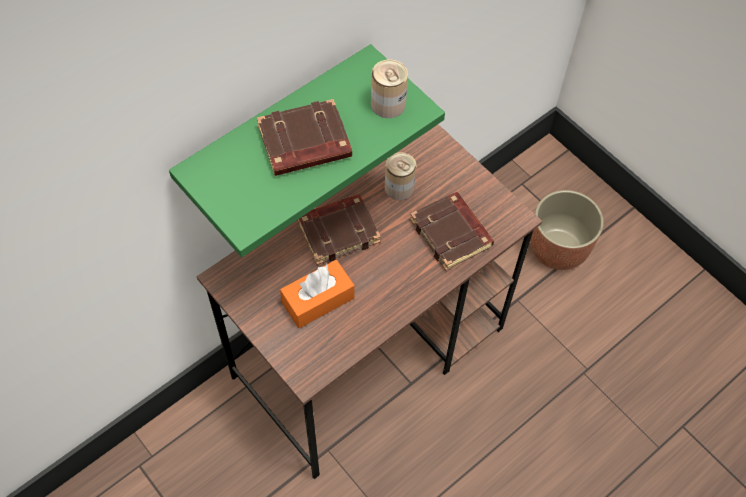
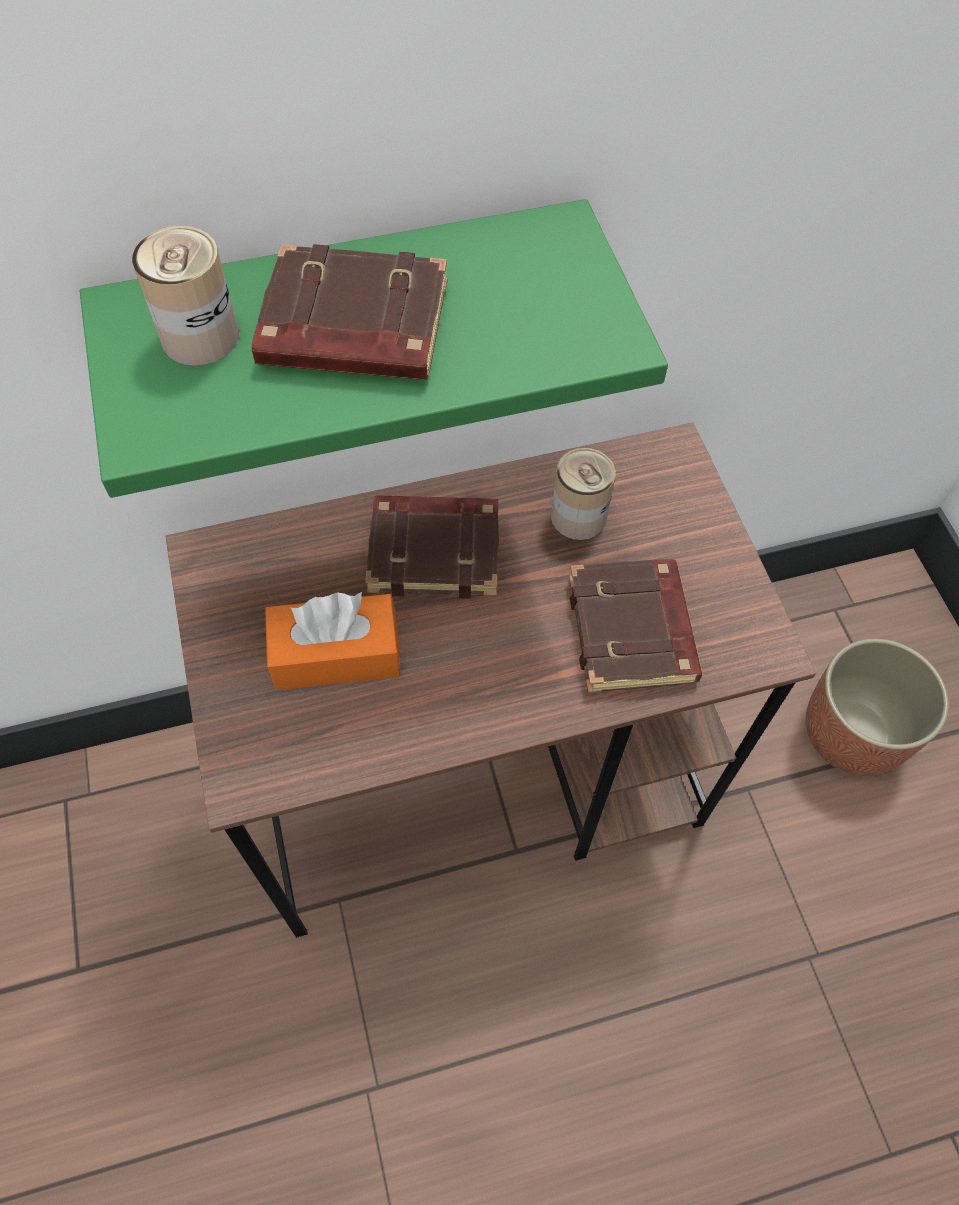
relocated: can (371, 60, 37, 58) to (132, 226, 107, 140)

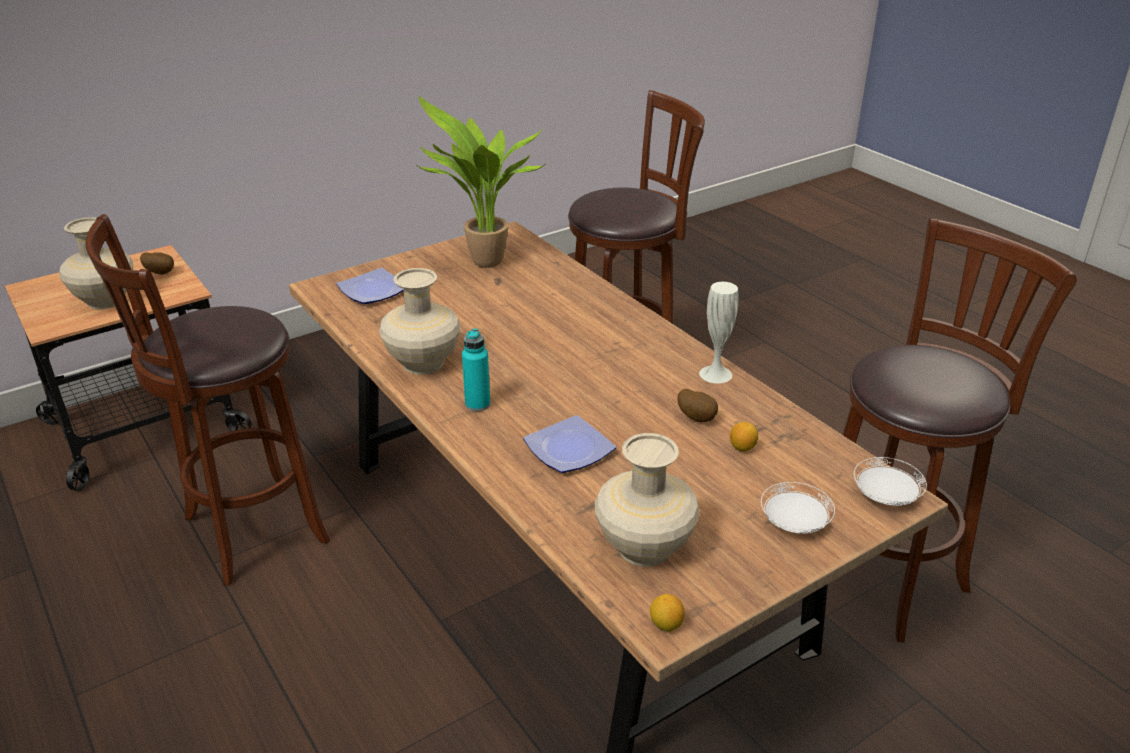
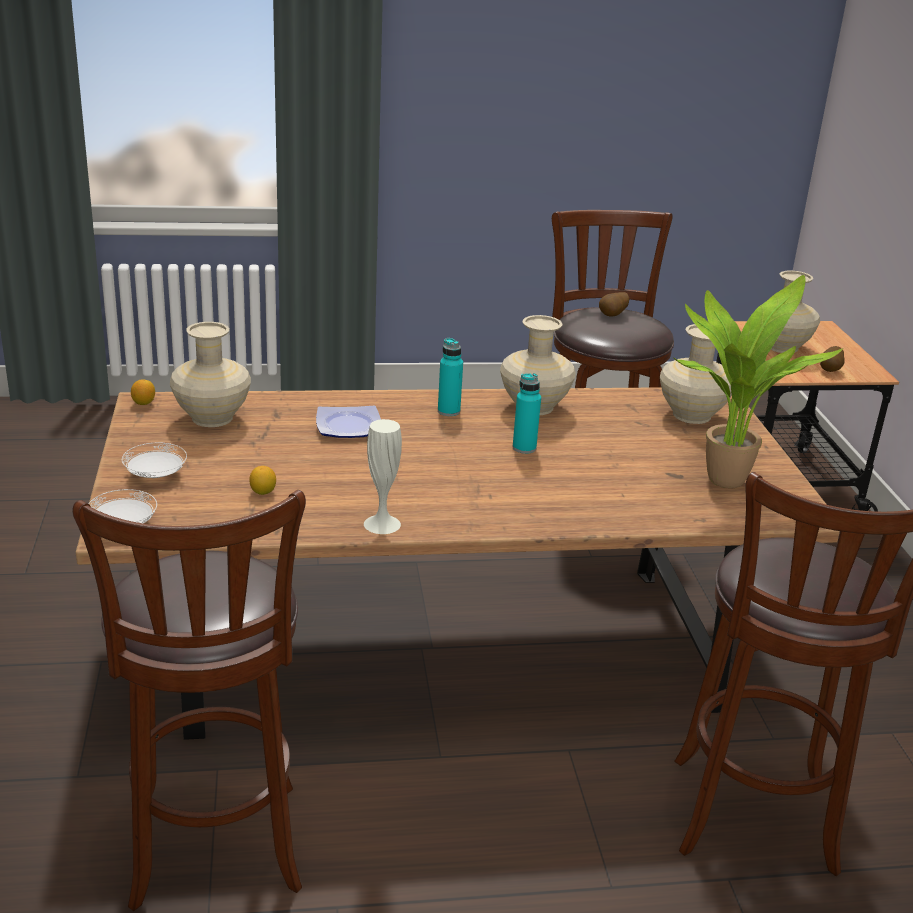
appeared: turquoise bottle (513, 373, 28, 81)
relocated: potato (677, 389, 41, 33) to (599, 292, 30, 25)
exchanged: plate (336, 268, 67, 36) to beige vase (660, 324, 72, 100)

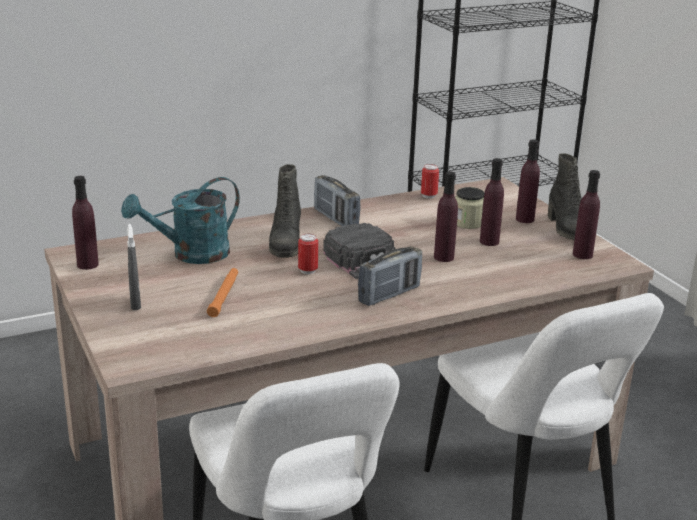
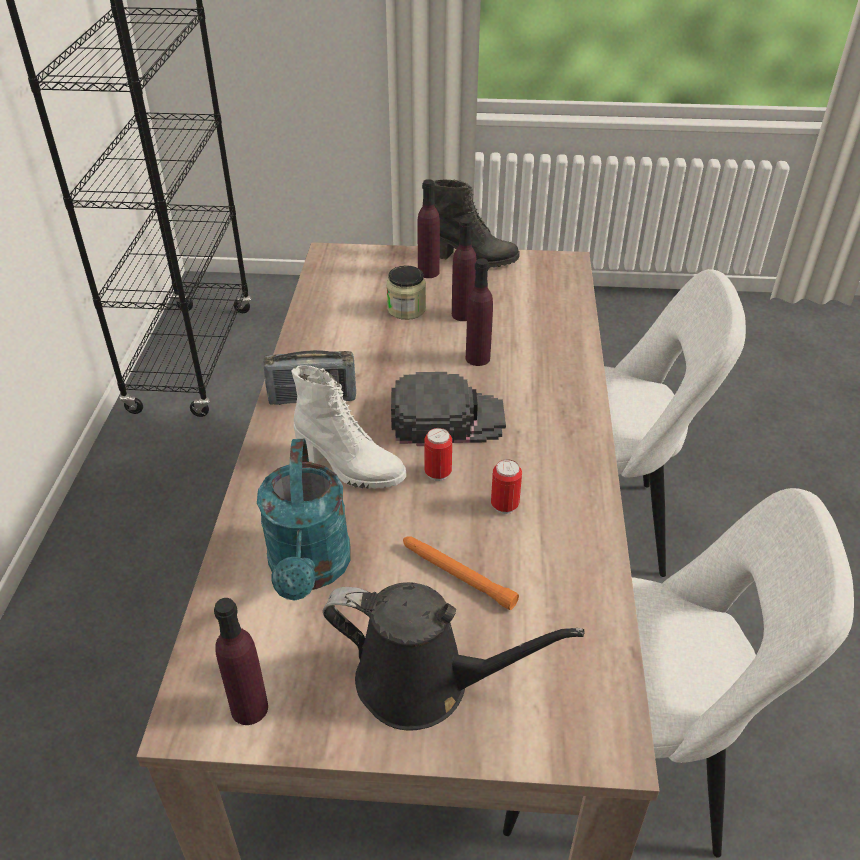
missing: radio (358, 246, 64, 60); purple bottle (573, 170, 27, 89)
relocated: can (421, 164, 18, 35) to (491, 459, 31, 55)
exchanged: grey spray bottle (127, 224, 14, 86) to black watering can (323, 582, 261, 149)
colour: black boot (269, 164, 32, 94) to white boot (292, 365, 115, 124)

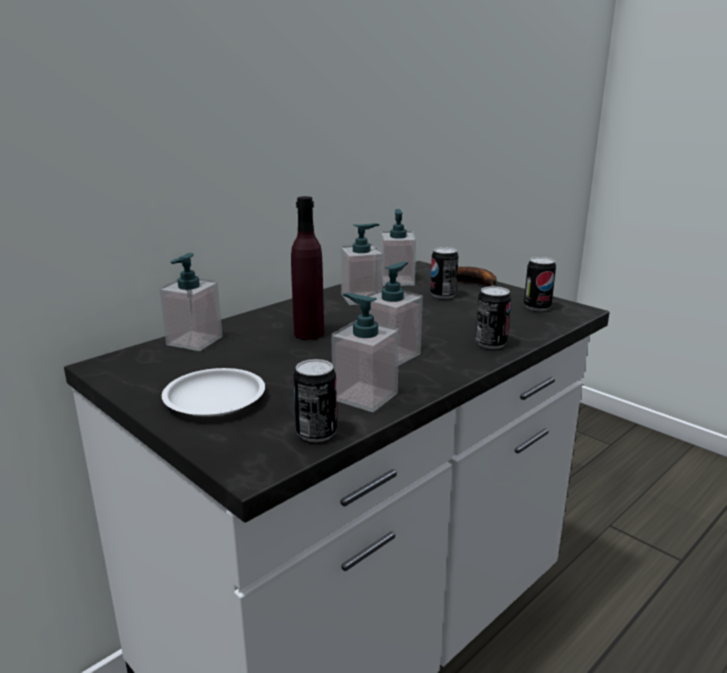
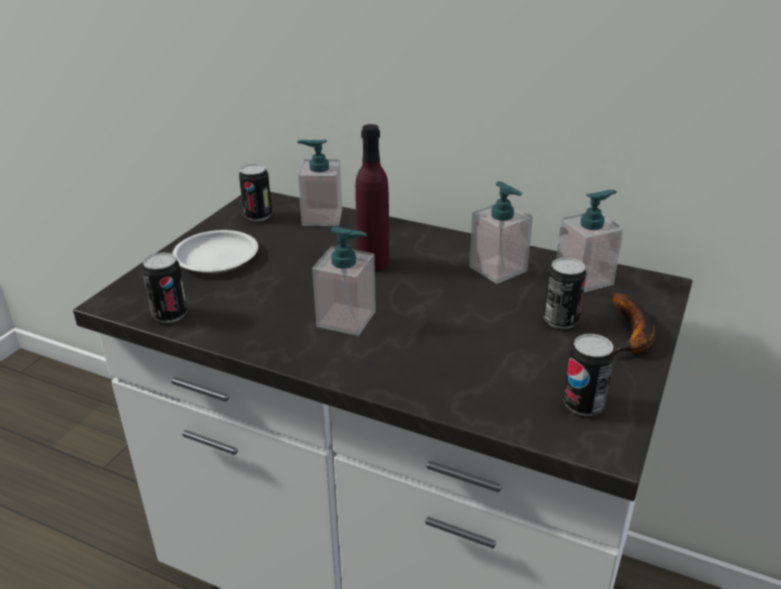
missing: soap dispenser (331, 293, 68, 119)
relocated: can (476, 286, 35, 63) to (239, 164, 33, 57)

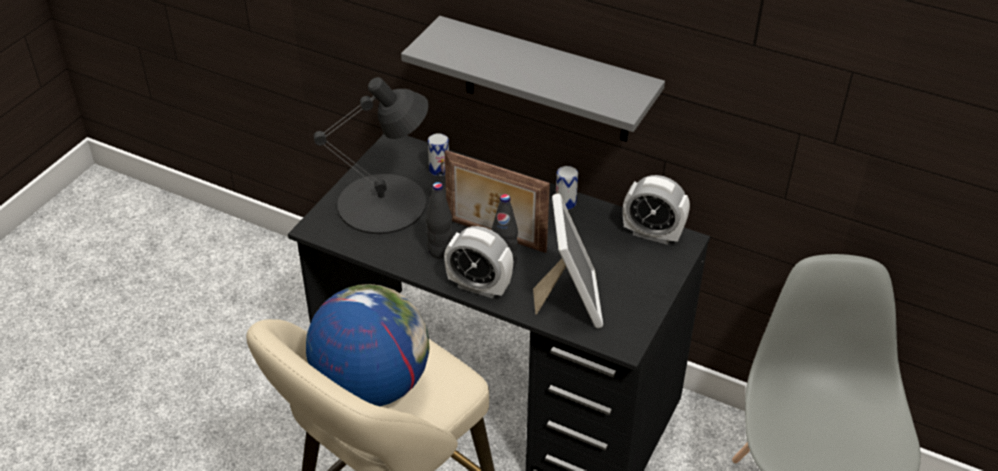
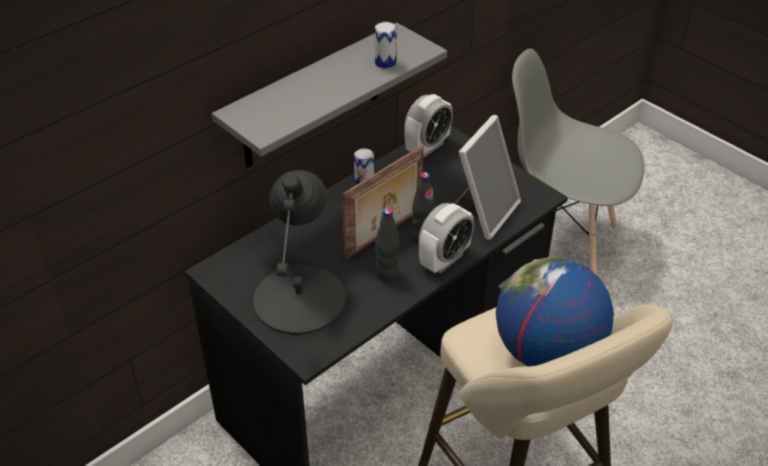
relocated: can (428, 133, 21, 43) to (375, 22, 22, 47)
spun: picture frame (533, 193, 70, 135) = (454, 115, 67, 125) 105 degrees clockwise

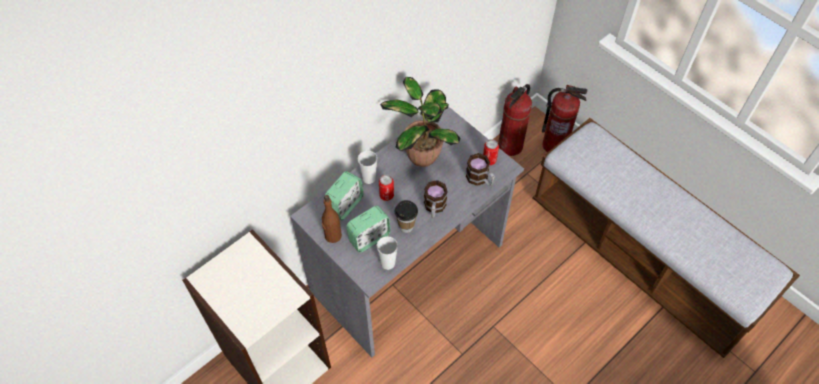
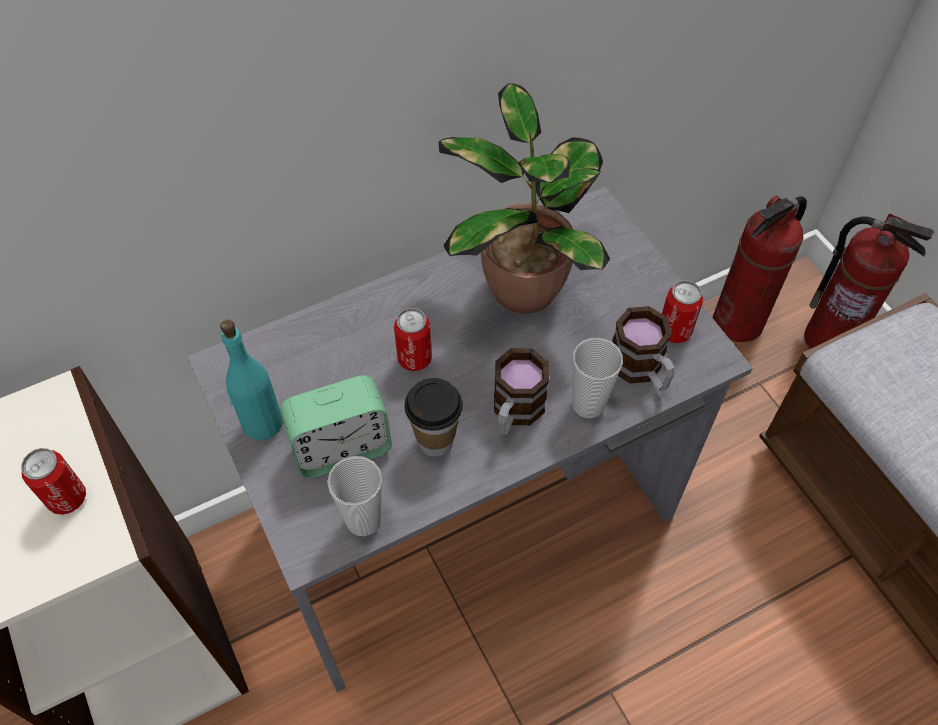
missing: alarm clock (325, 171, 38, 49)
appeared: can (21, 448, 65, 67)
relocated: cup (357, 150, 20, 34) to (572, 338, 51, 80)
colour: brown bottle (322, 195, 20, 48) to turquoise bottle (220, 320, 63, 120)

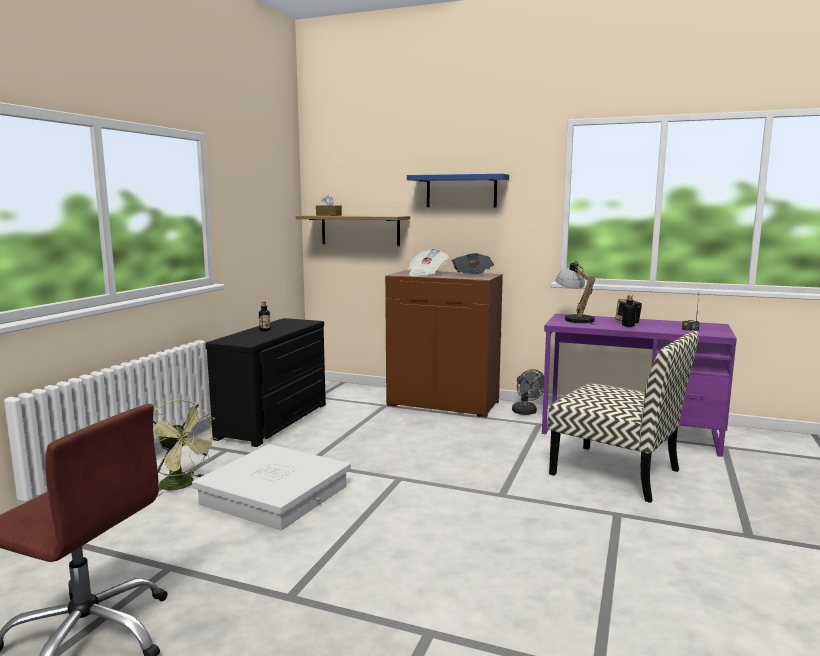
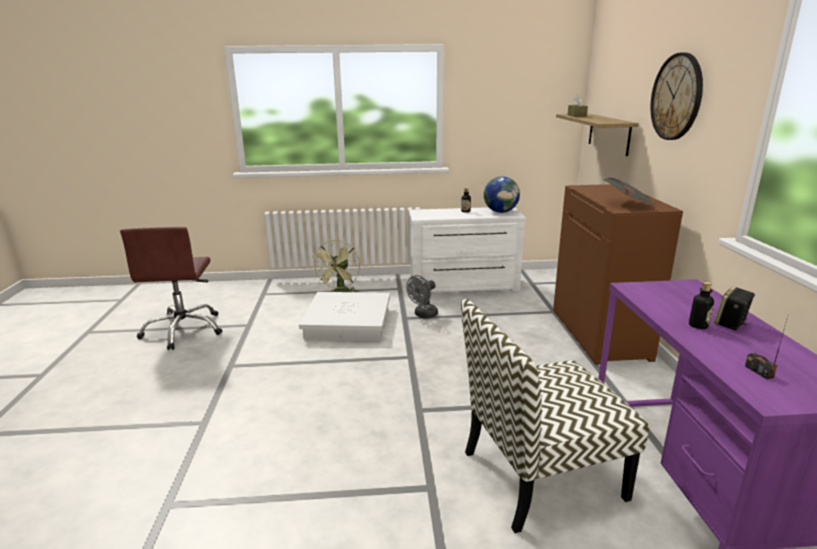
missing: newspaper (408, 249, 41, 27); table lamp (555, 261, 40, 64)
appeared: globe (484, 176, 36, 37)
relocated: grey fan (512, 369, 32, 46) to (406, 275, 32, 43)
exchanged: blue shelf (407, 174, 102, 34) to wall clock (651, 52, 52, 88)
colour: black dresser (205, 318, 121, 129) to white dresser (409, 207, 117, 88)
spun: chair (548, 331, 151, 172) = (461, 299, 188, 234) 60 degrees clockwise

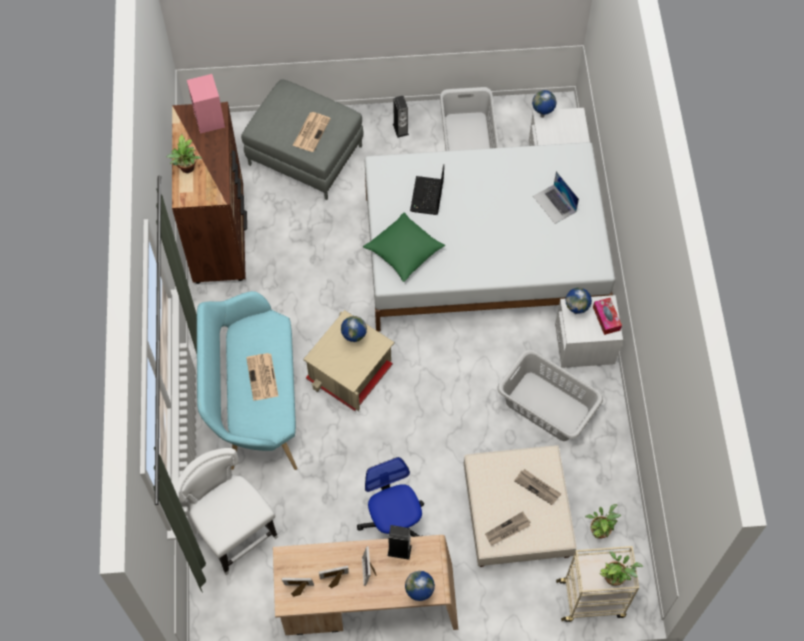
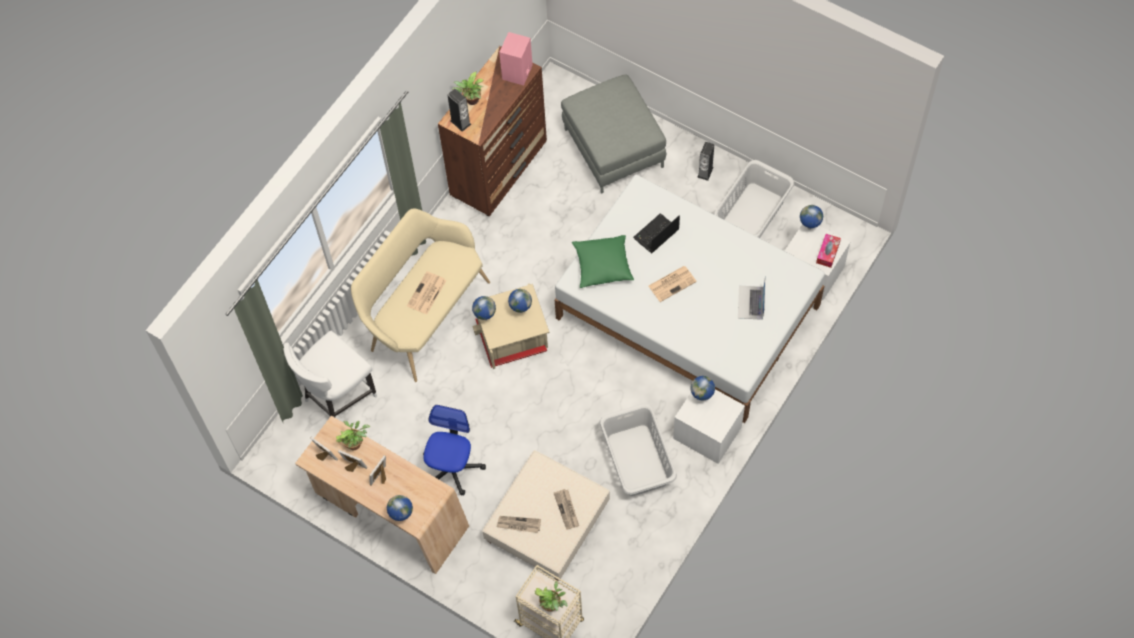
appeared: globe (472, 296, 24, 24)
relocated: potted plant (585, 504, 36, 35) to (336, 421, 34, 29); speaker (387, 525, 25, 35) to (447, 89, 24, 43); newspaper (293, 112, 38, 40) to (649, 266, 48, 36); tissue box (593, 298, 29, 37) to (816, 234, 25, 34)
colour: turquoise bench (197, 291, 100, 179) to beige bench (351, 208, 139, 174)
spun: white chair (178, 448, 100, 127) = (283, 331, 94, 86) 135 degrees counterclockwise

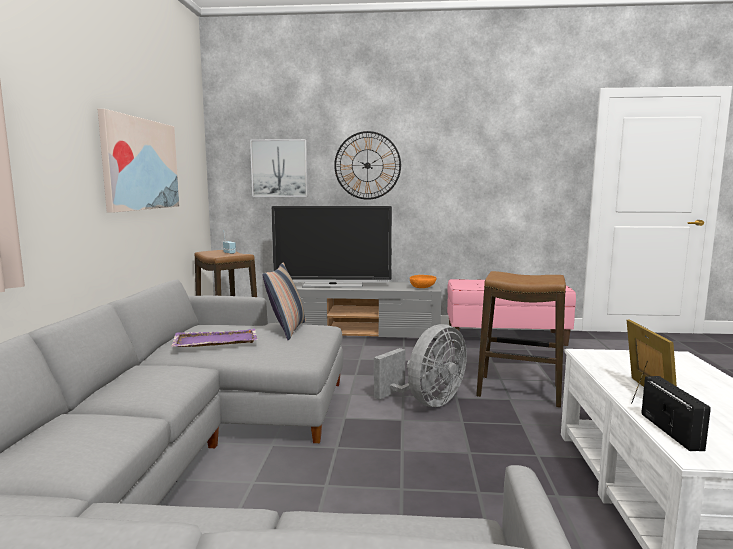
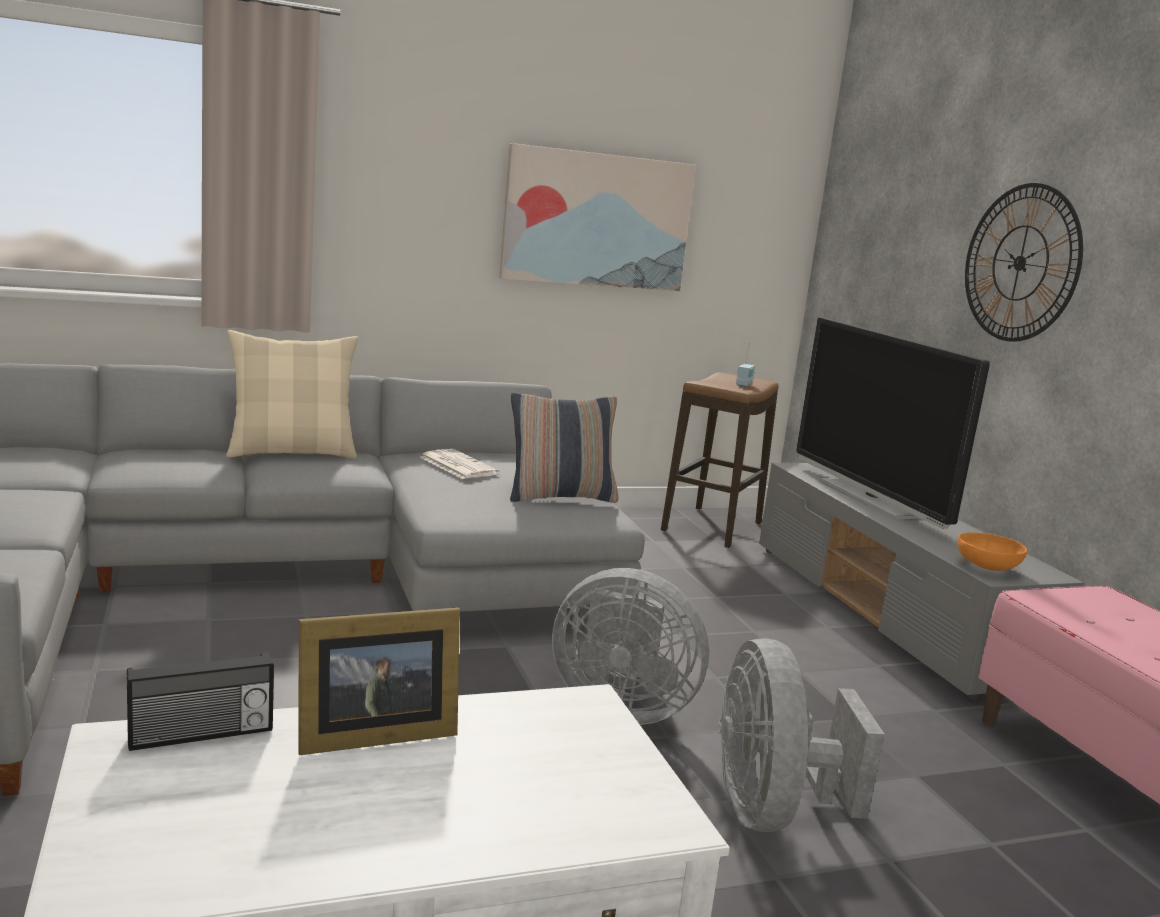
missing: picture (250, 139, 58, 58)
appeared: beige pillow (226, 330, 132, 129)
exchanged: purple tray (171, 329, 87, 18) to newspaper (420, 449, 79, 30); stool (476, 271, 90, 137) to grey fan (719, 638, 166, 194)

